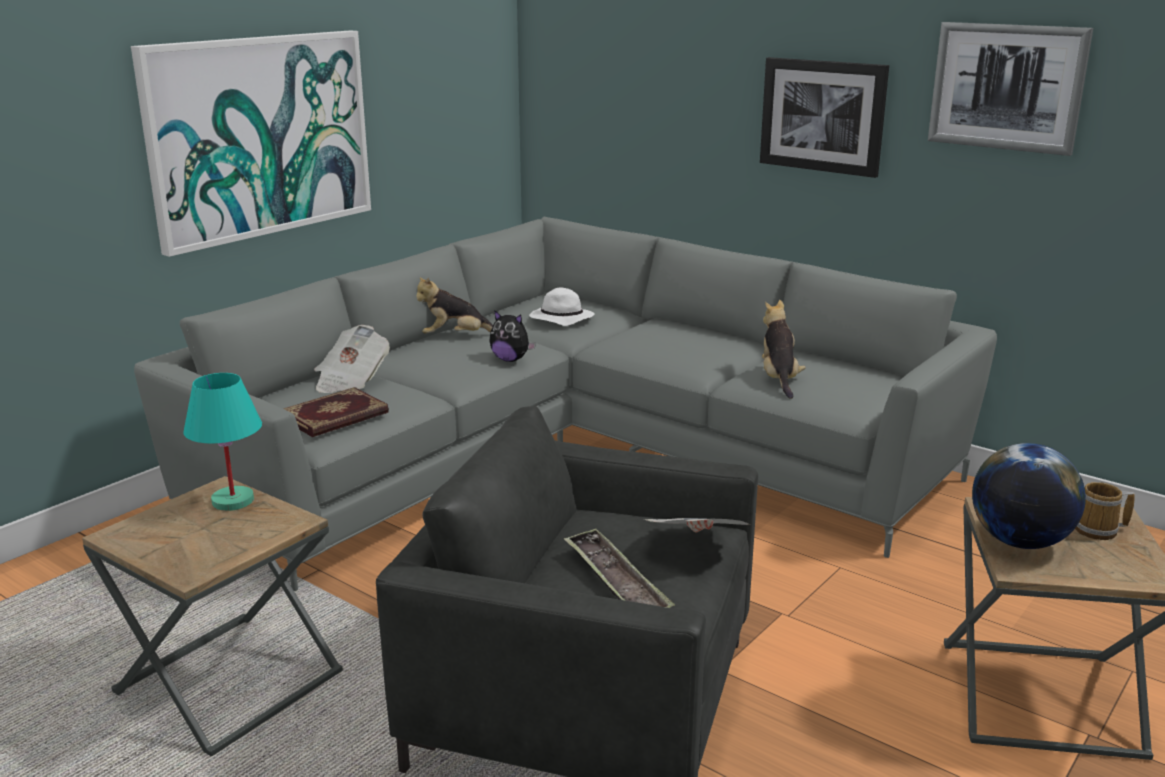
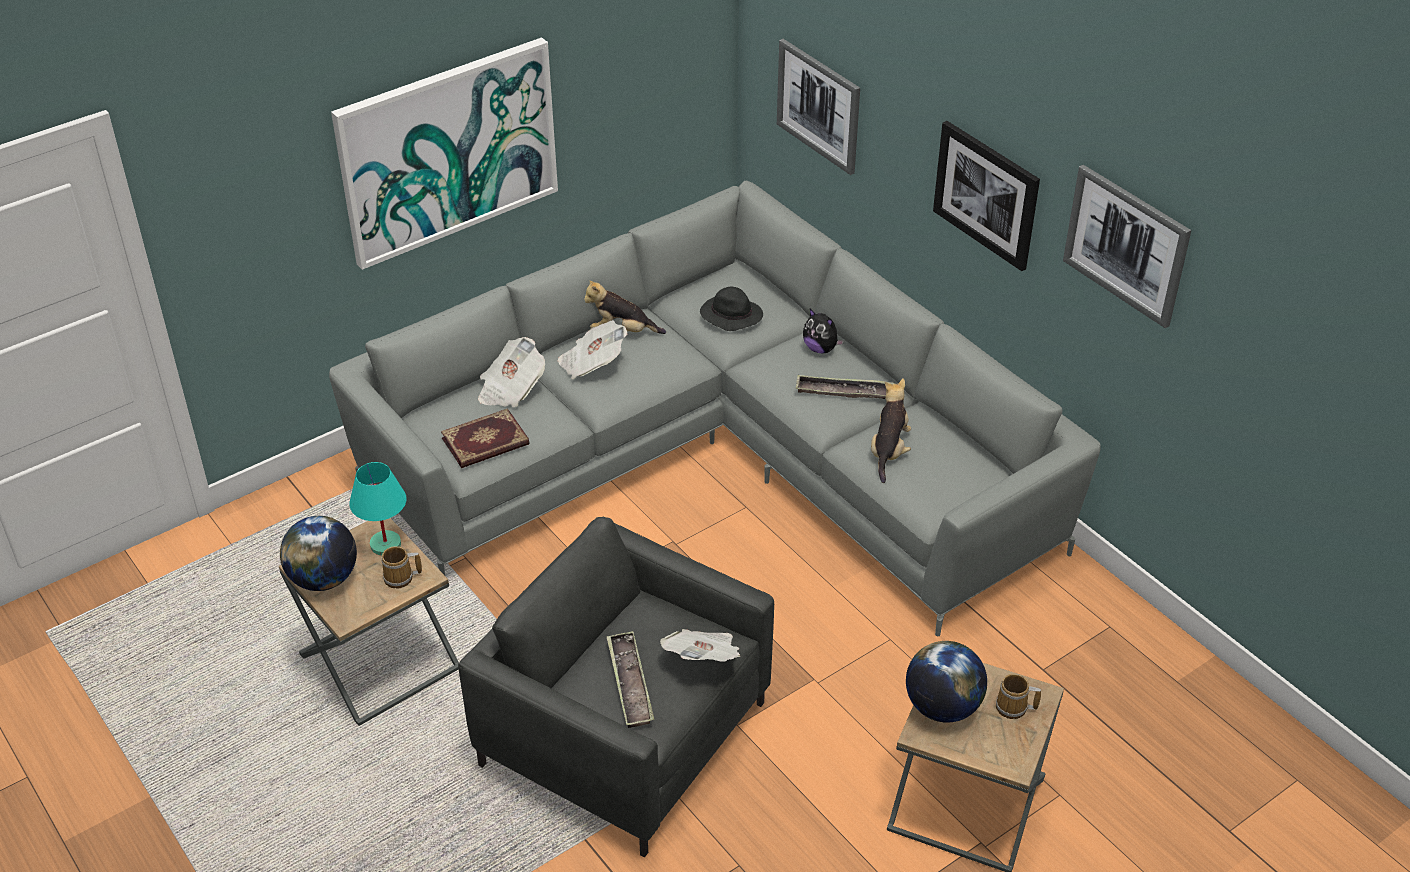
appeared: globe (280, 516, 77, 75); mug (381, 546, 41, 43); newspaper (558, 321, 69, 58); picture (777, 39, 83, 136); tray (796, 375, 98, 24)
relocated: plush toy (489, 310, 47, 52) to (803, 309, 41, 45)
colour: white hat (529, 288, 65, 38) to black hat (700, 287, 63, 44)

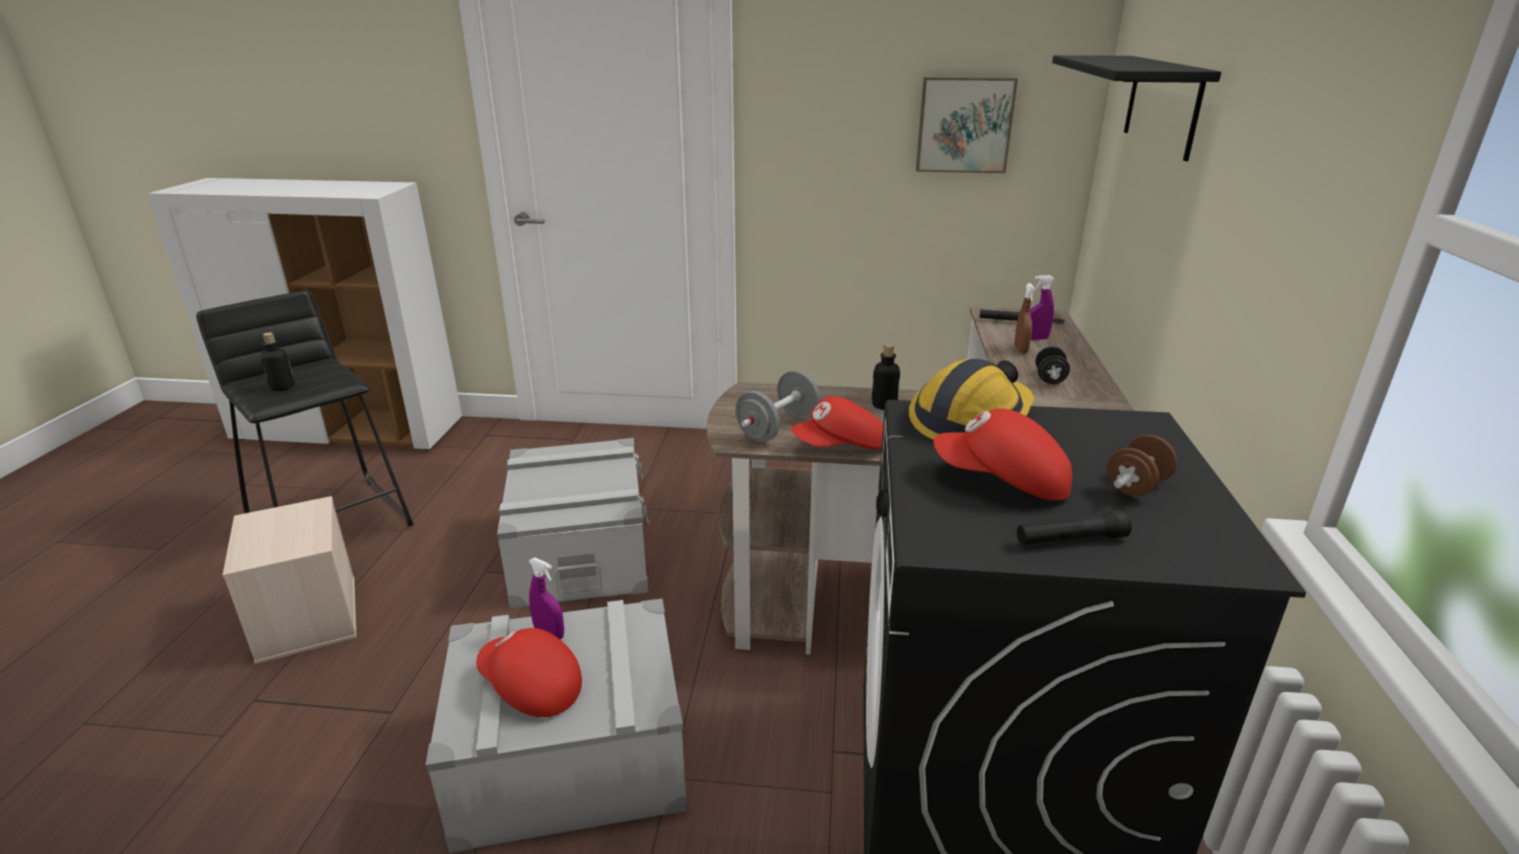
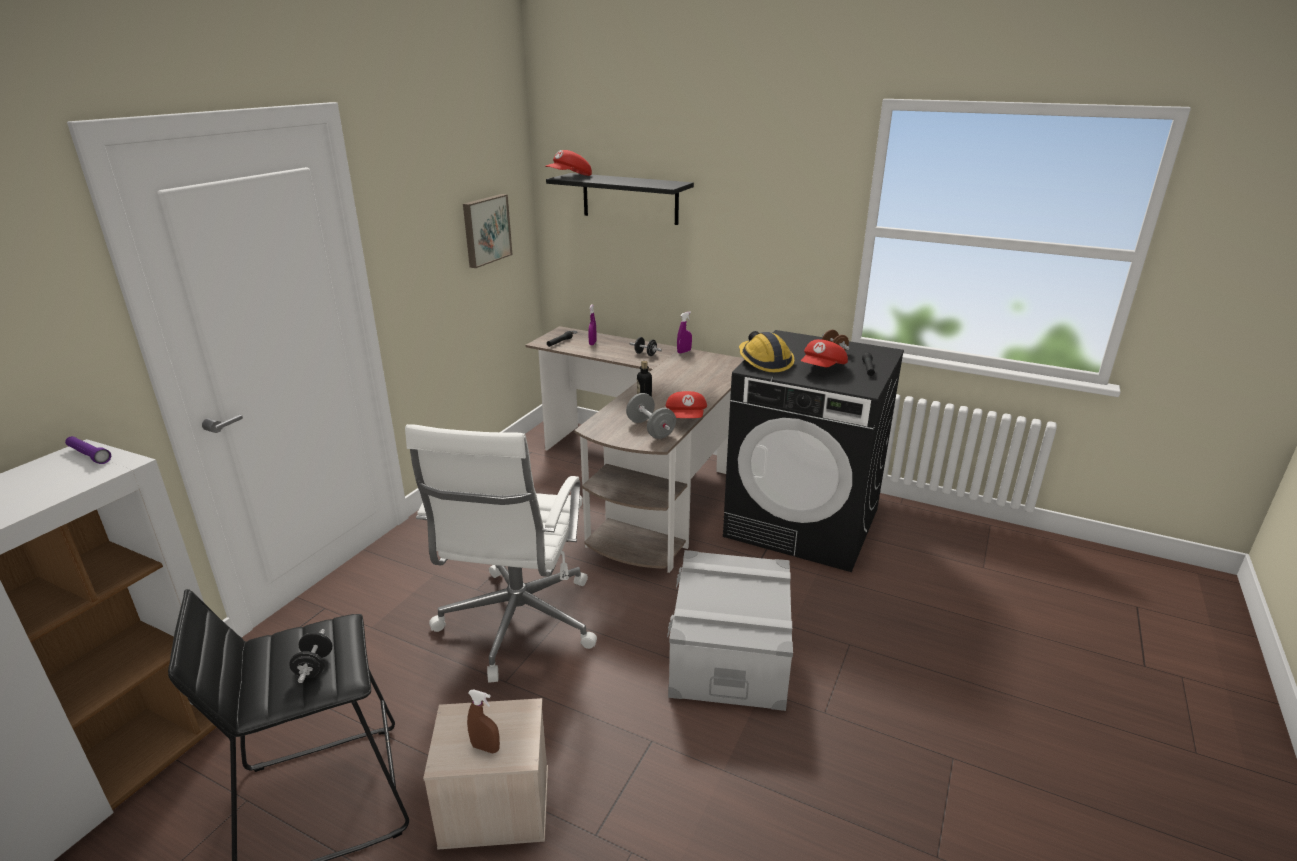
appeared: purple flashlight (65, 436, 46, 28)
relocated: brown spray bottle (1014, 283, 21, 70) to (467, 689, 33, 64); red cap (476, 628, 106, 89) to (546, 150, 46, 26); purple spray bottle (529, 558, 35, 81) to (677, 312, 15, 42)
exchanged: bottle (261, 332, 34, 59) to black dumbbell (289, 629, 43, 54); grey storage box (497, 438, 152, 170) to white office chair (405, 424, 192, 259)

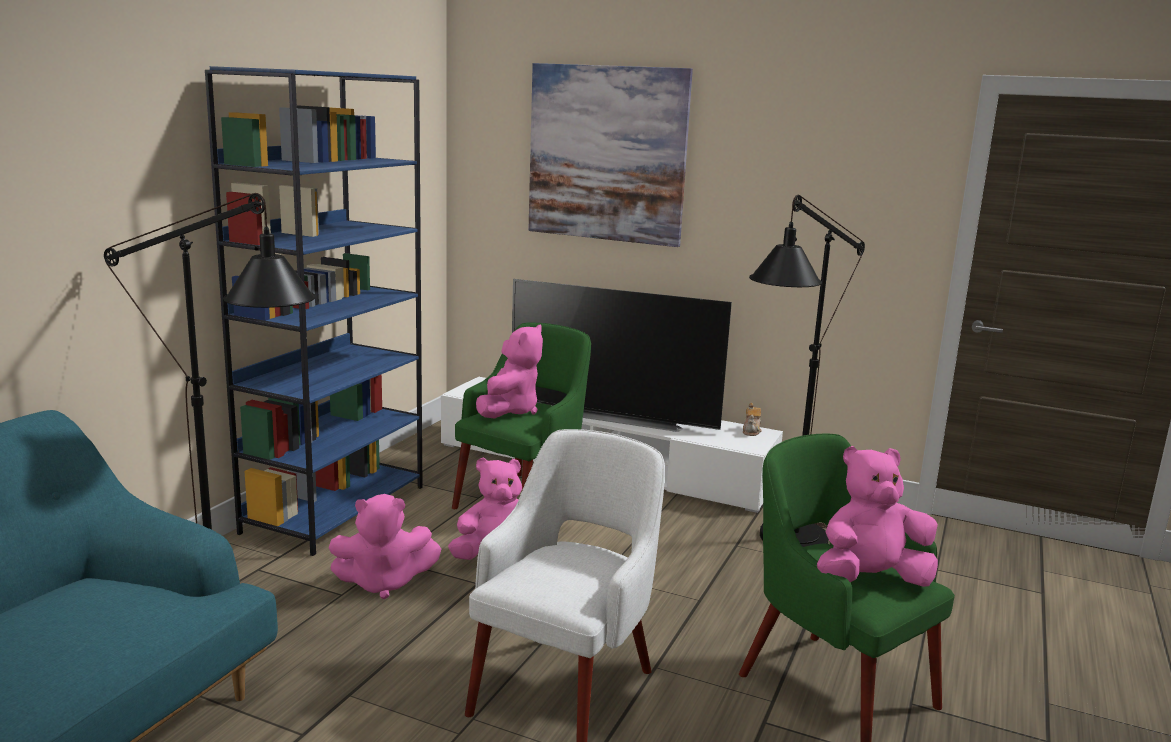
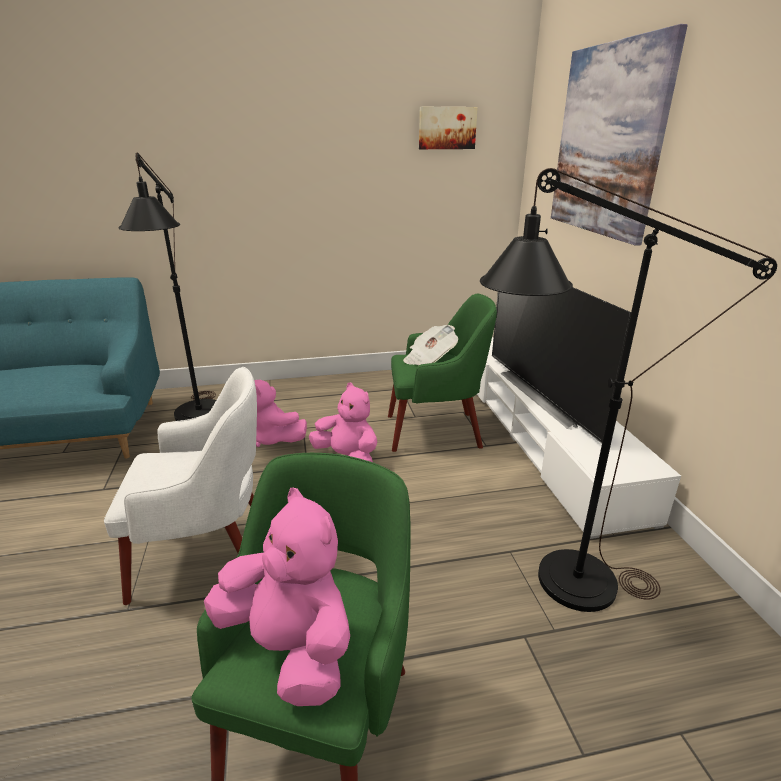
missing: blue bookcase (205, 66, 218, 490); teapot (743, 403, 18, 33)
appeared: picture (419, 107, 59, 42)
exchanged: pink plush toy (476, 325, 67, 93) to newspaper (403, 325, 55, 41)

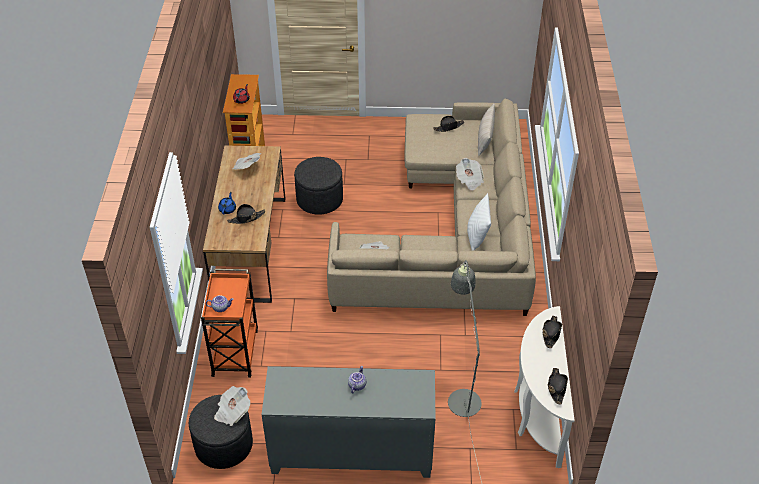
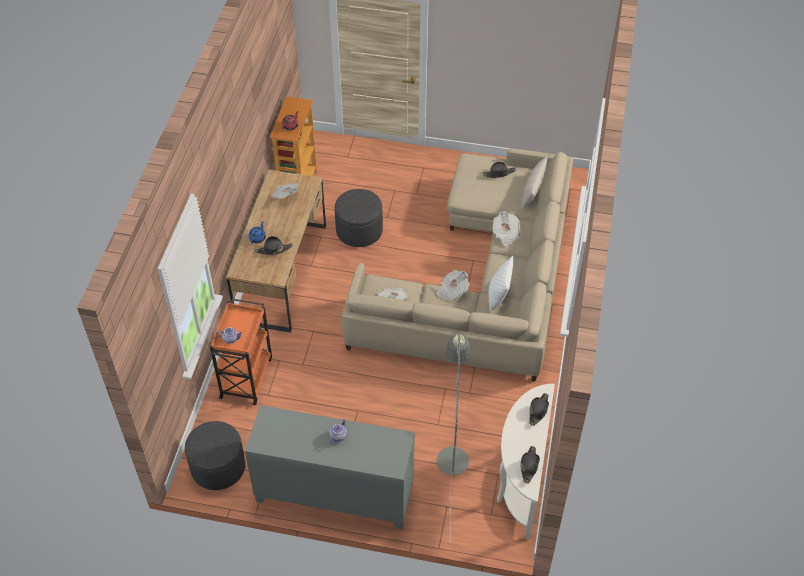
relocated: newspaper (214, 386, 36, 40) to (437, 270, 33, 32)

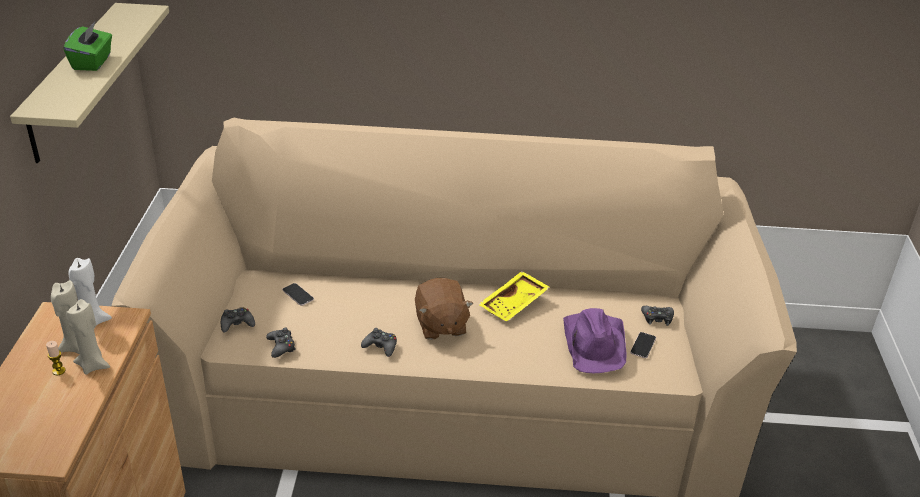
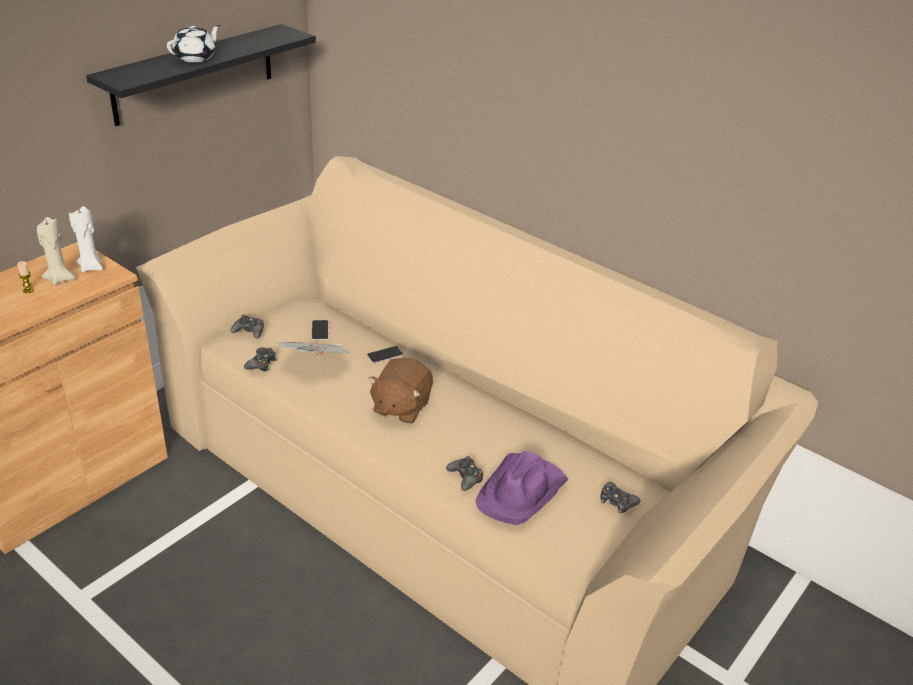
missing: beige candle (66, 299, 44, 76); yellow tray (478, 271, 72, 51)
appeared: newspaper (278, 341, 74, 14)
relocated: phone (630, 332, 26, 26) to (367, 346, 36, 17); black game controller (361, 328, 36, 29) to (446, 456, 37, 35)
exchanged: green tissue box (64, 22, 48, 49) to white teapot (167, 25, 53, 37)
colour: beige shelf (10, 3, 159, 160) to black shelf (86, 24, 230, 102)

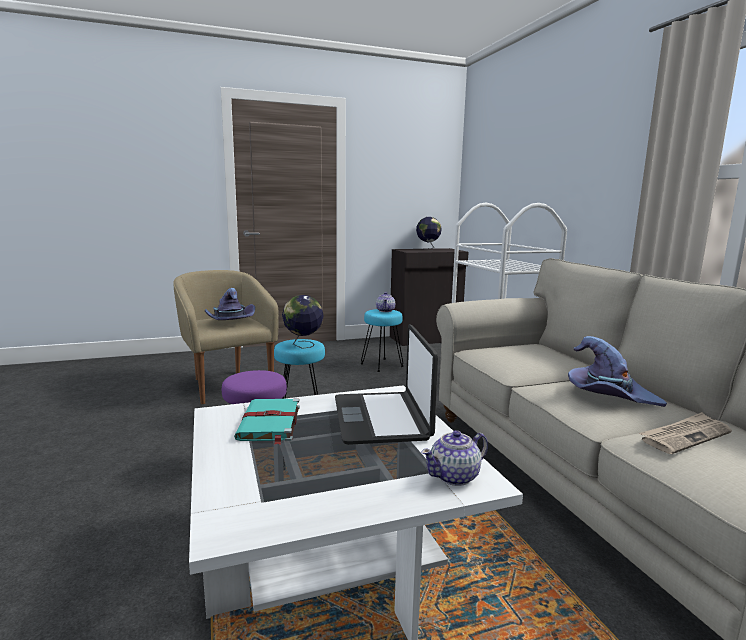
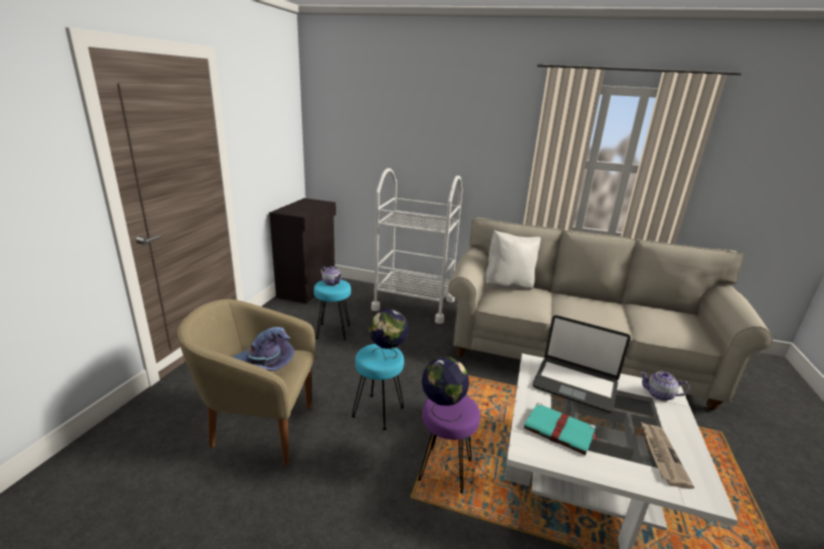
missing: purple hat (568, 336, 99, 71)
appeared: white pillow (485, 230, 56, 59)
relocated: globe (416, 217, 25, 33) to (422, 357, 47, 65); newspaper (639, 412, 93, 42) to (641, 422, 53, 67)
spun: teapot (421, 430, 67, 56) = (640, 372, 50, 29) 105 degrees clockwise

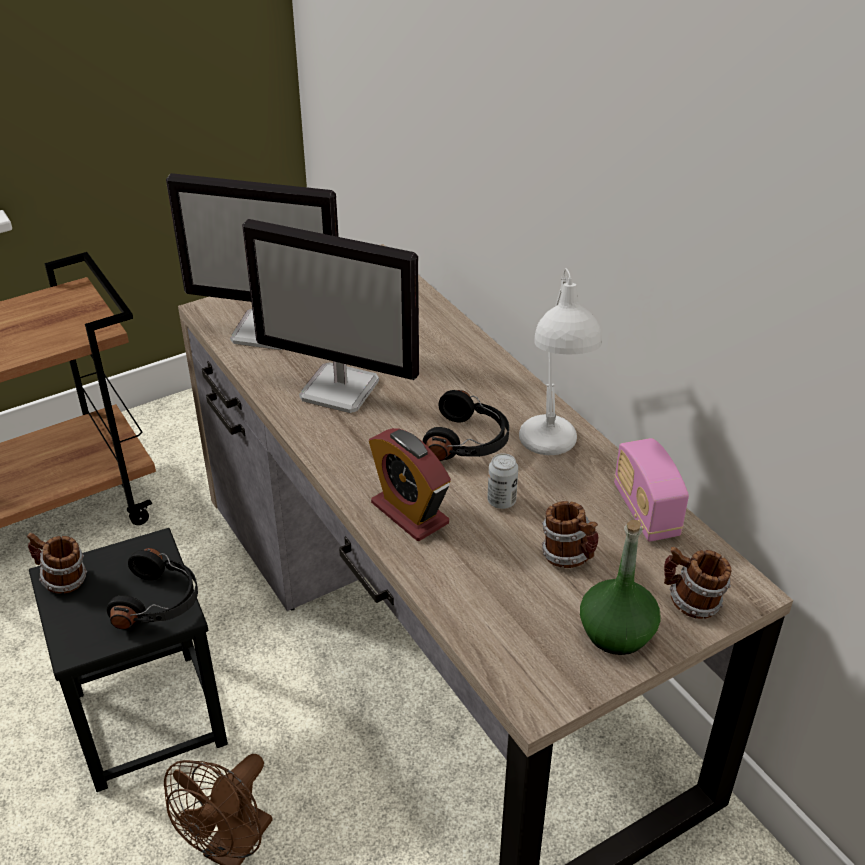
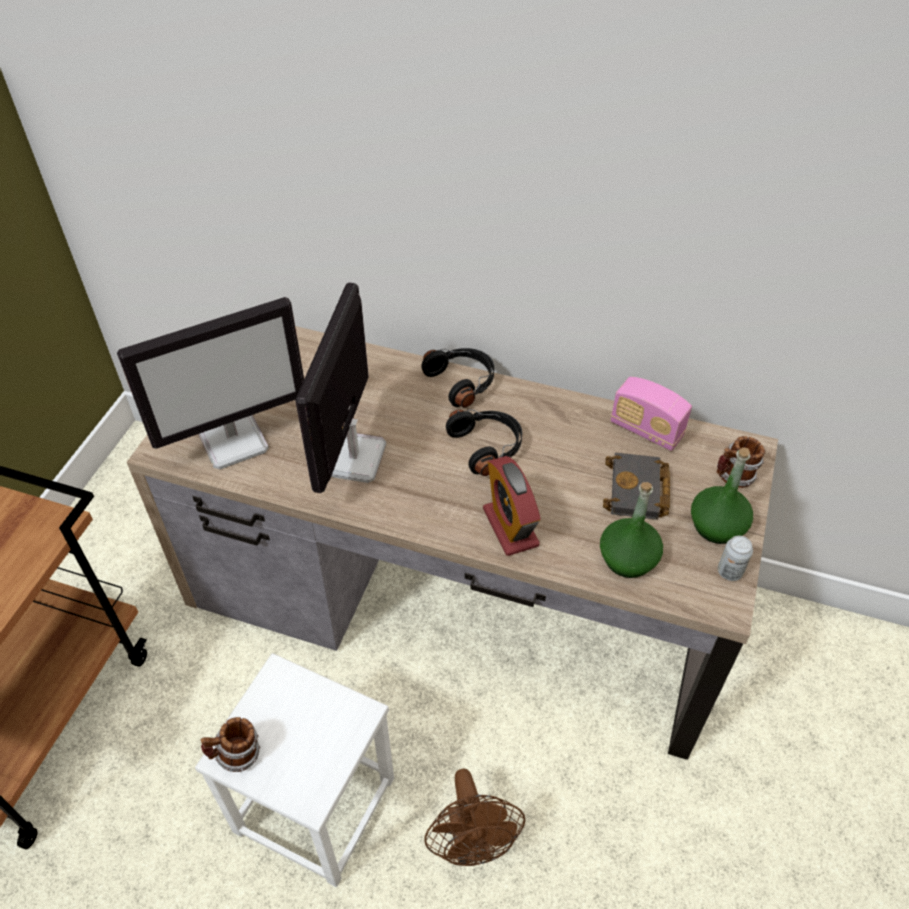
missing: white table lamp (519, 268, 83, 187)
appeared: green bottle (600, 482, 63, 96)
relocated: black headphones (106, 548, 92, 81) to (422, 348, 72, 59); can (488, 453, 30, 56) to (718, 536, 35, 45)
exchanged: mug (542, 501, 57, 67) to black book (603, 452, 67, 68)
colour: black stool (29, 528, 199, 264) to white stool (195, 653, 199, 234)
spun: monitor (242, 219, 177, 194) = (295, 282, 91, 211) 120 degrees clockwise; alarm clock (369, 428, 82, 113) = (483, 456, 58, 100) 60 degrees clockwise

